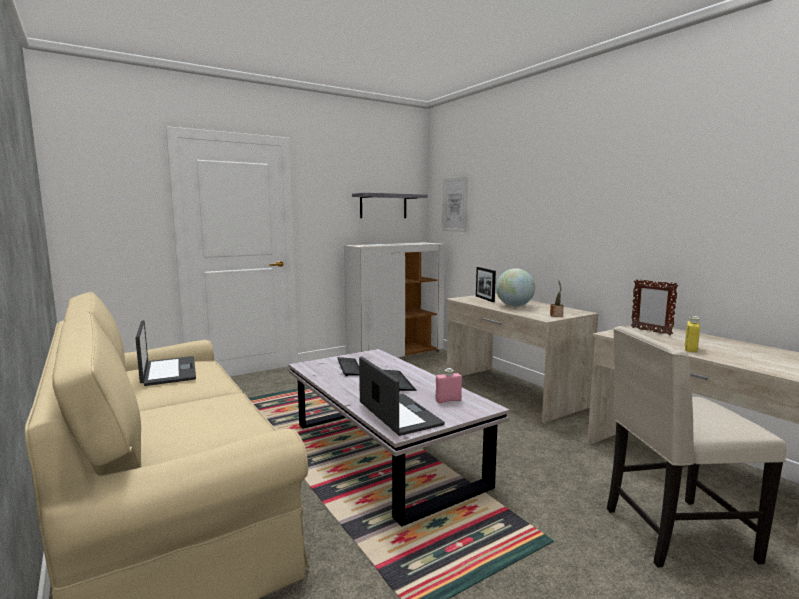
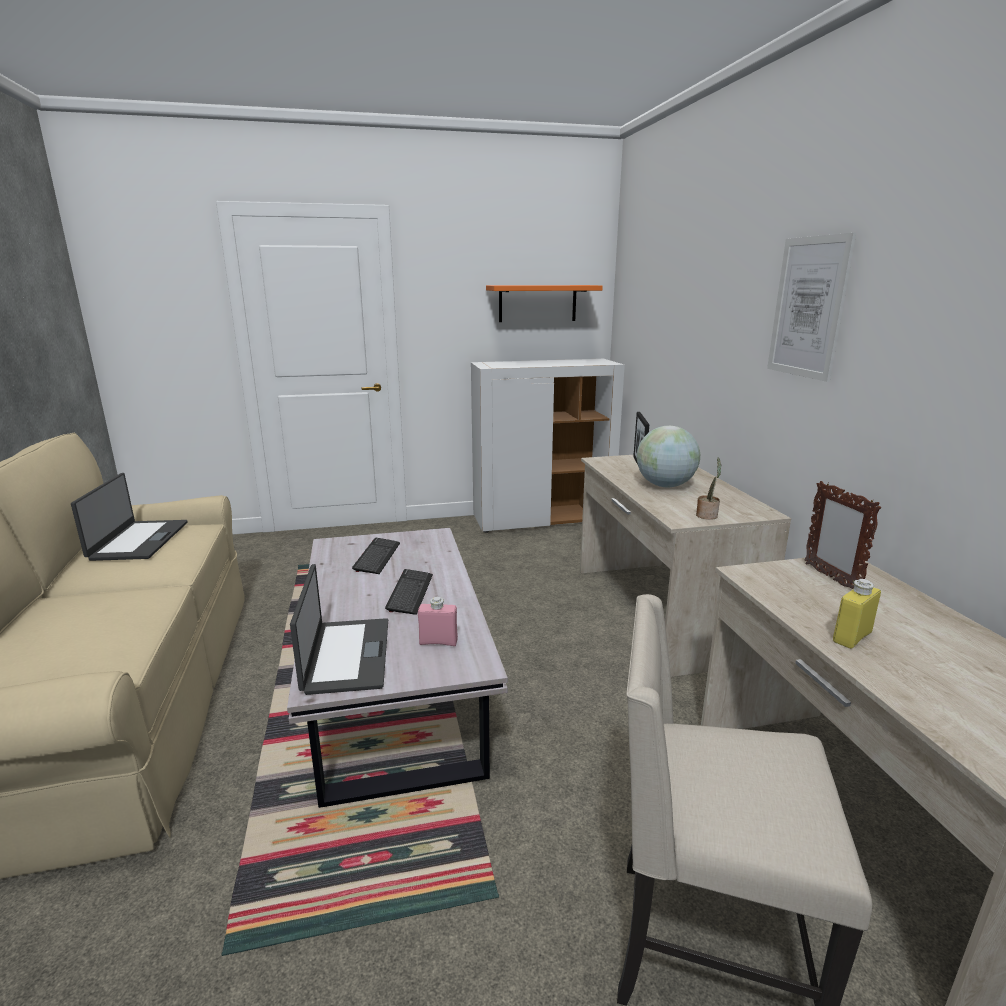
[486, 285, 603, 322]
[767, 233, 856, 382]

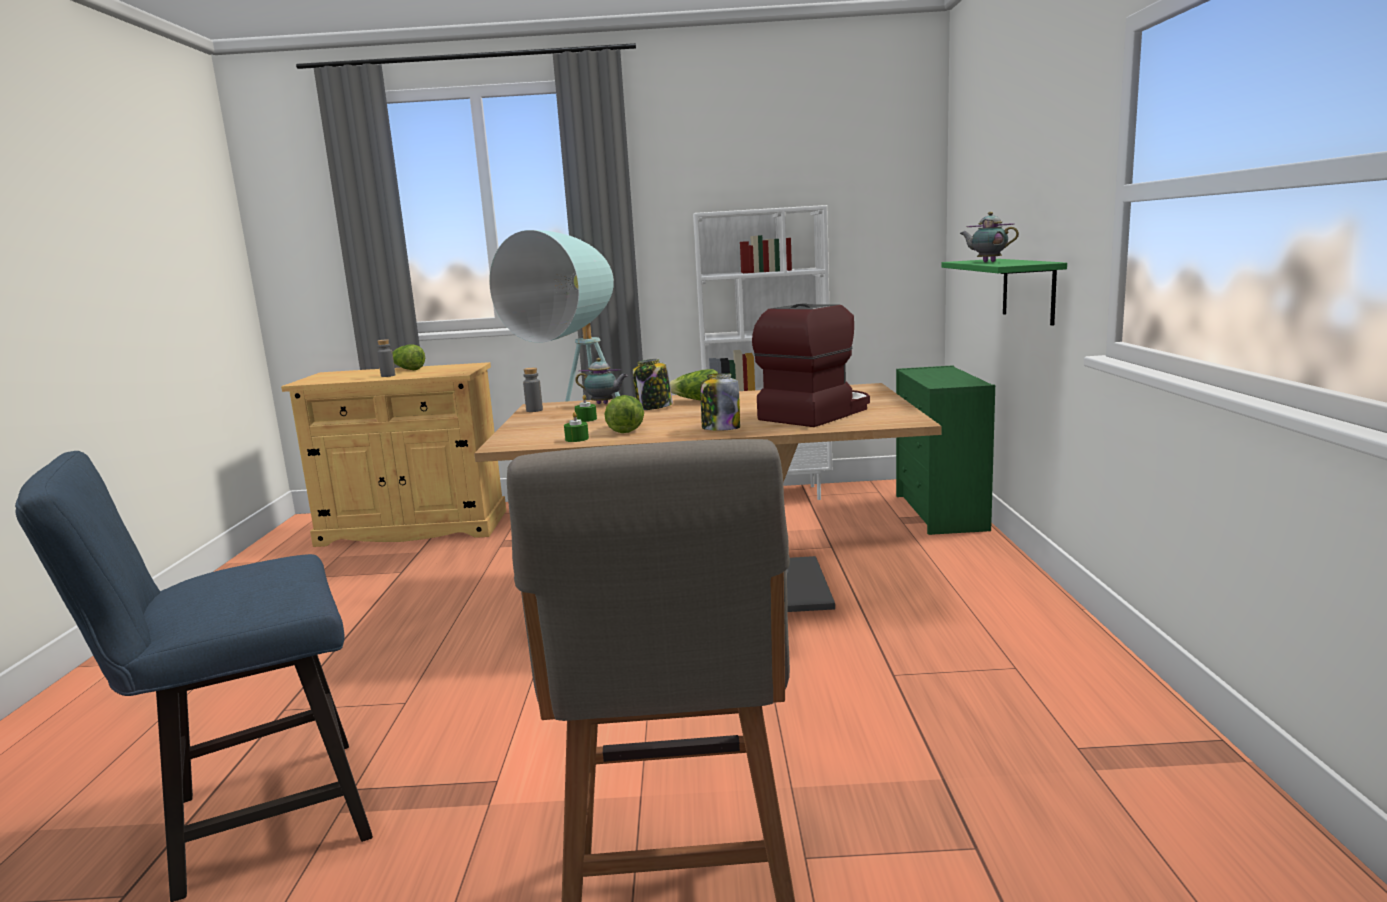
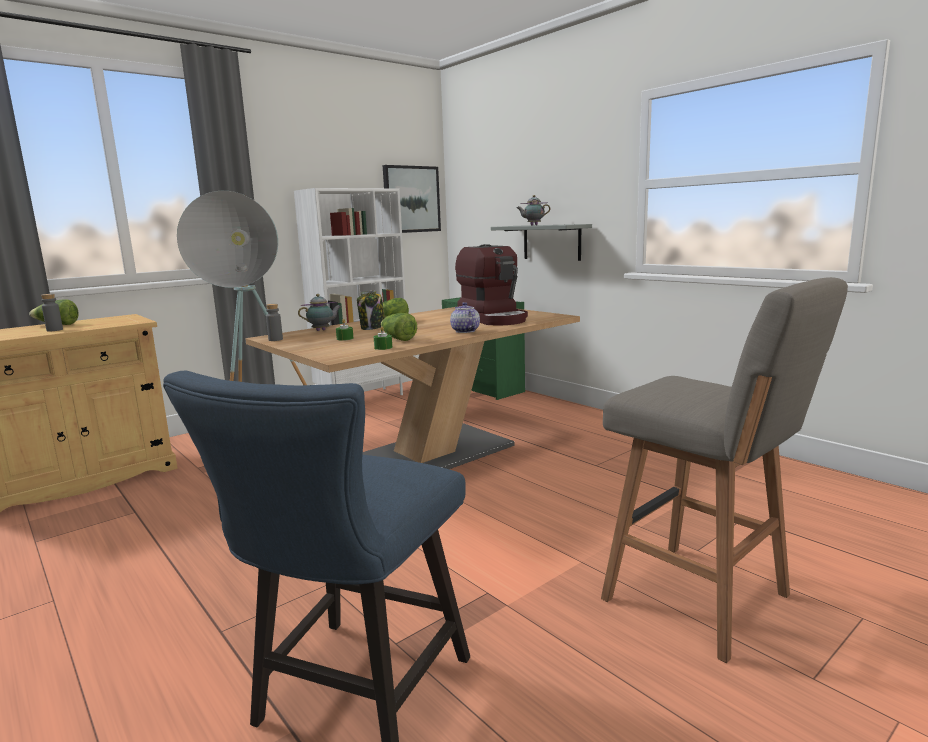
[383, 165, 441, 233]
[450, 302, 480, 333]
[455, 244, 528, 325]
[491, 224, 592, 261]

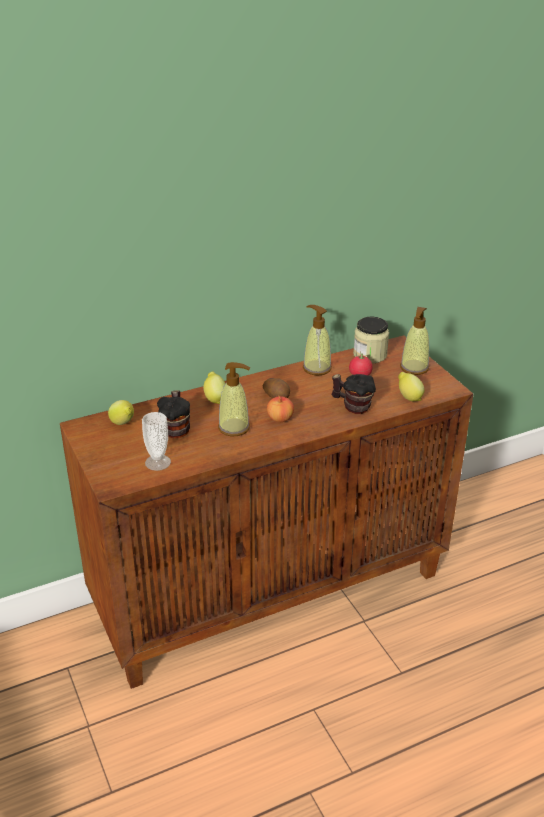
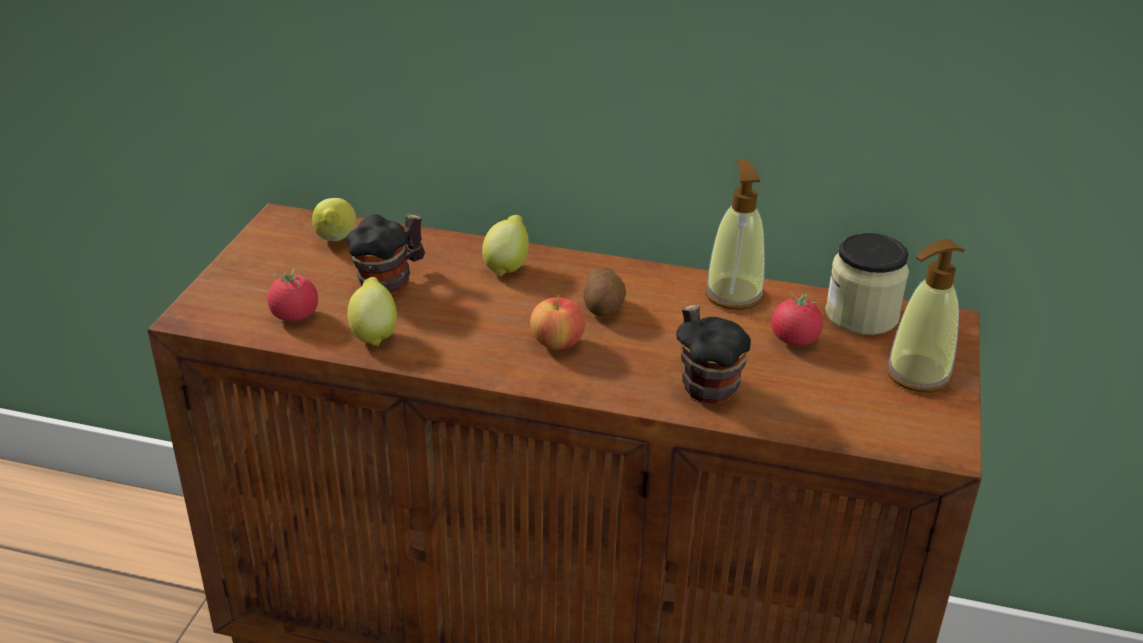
[267, 268, 318, 321]
[348, 277, 397, 347]
[218, 362, 250, 436] (first image)

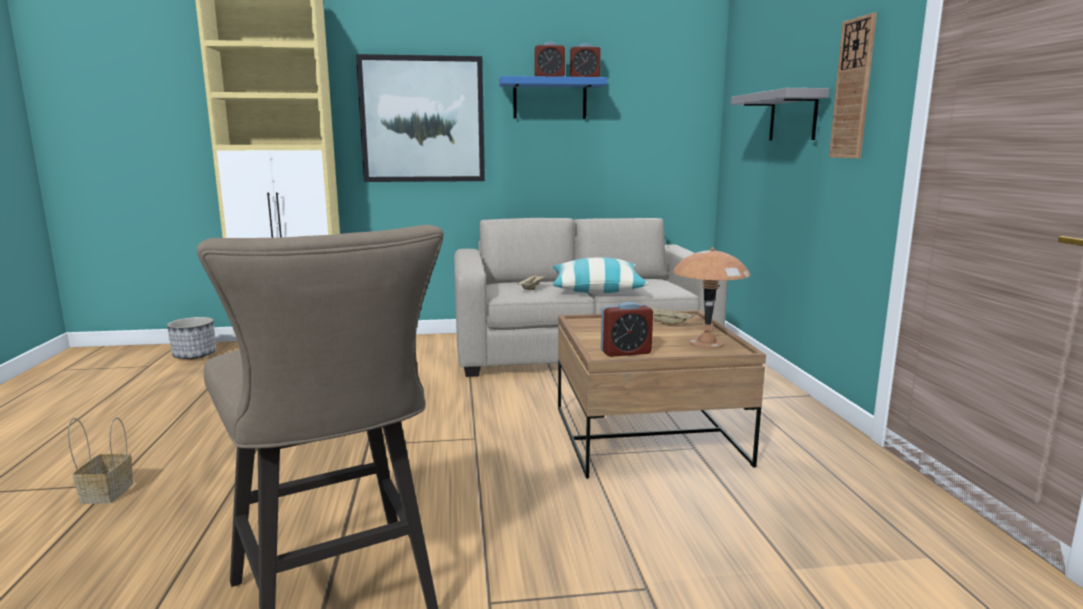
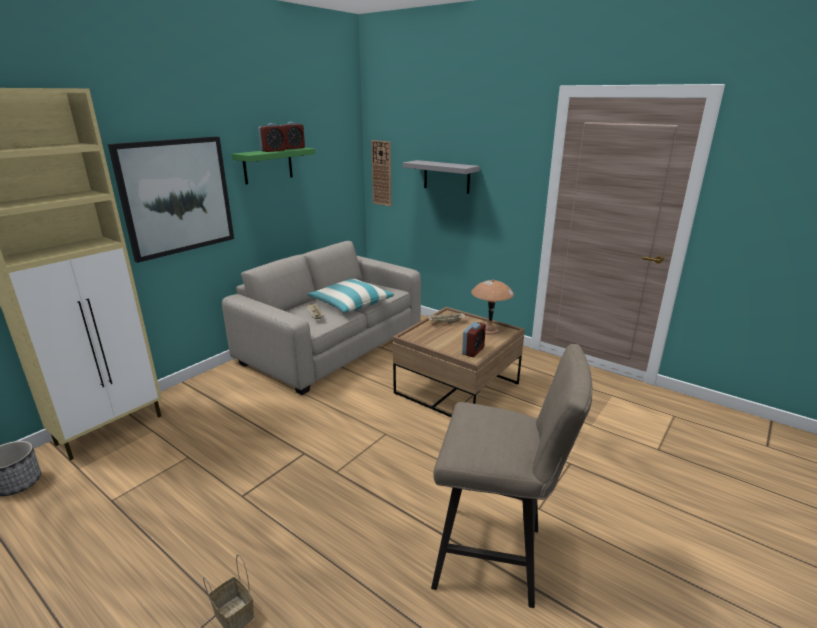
[232, 148, 315, 185]
[371, 140, 391, 206]

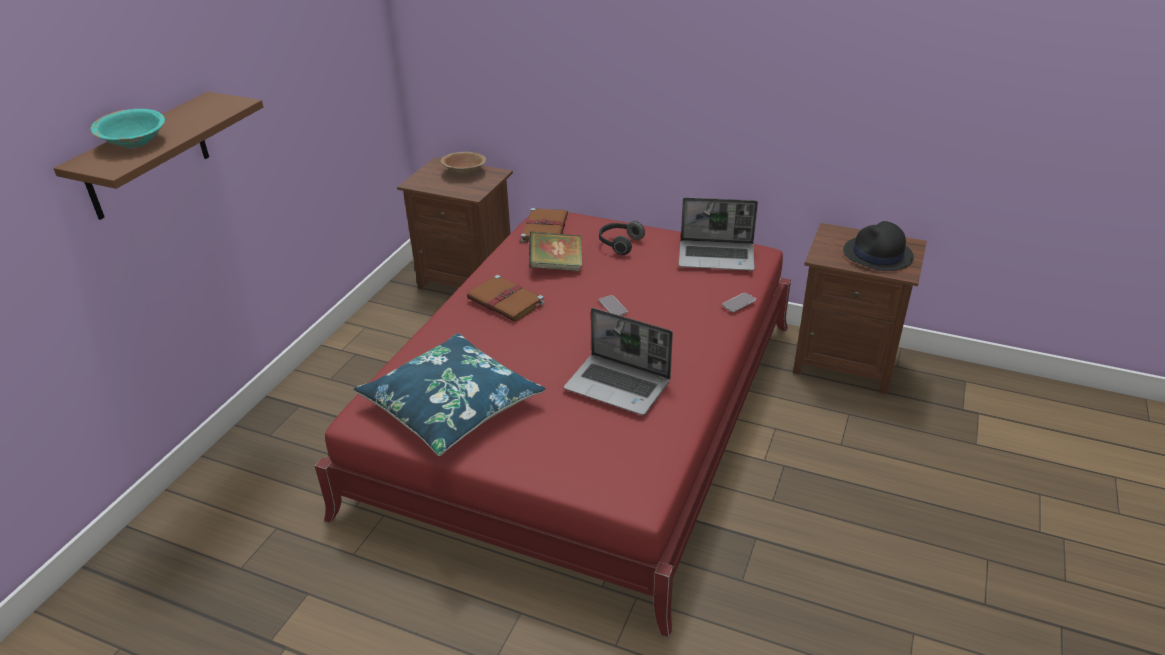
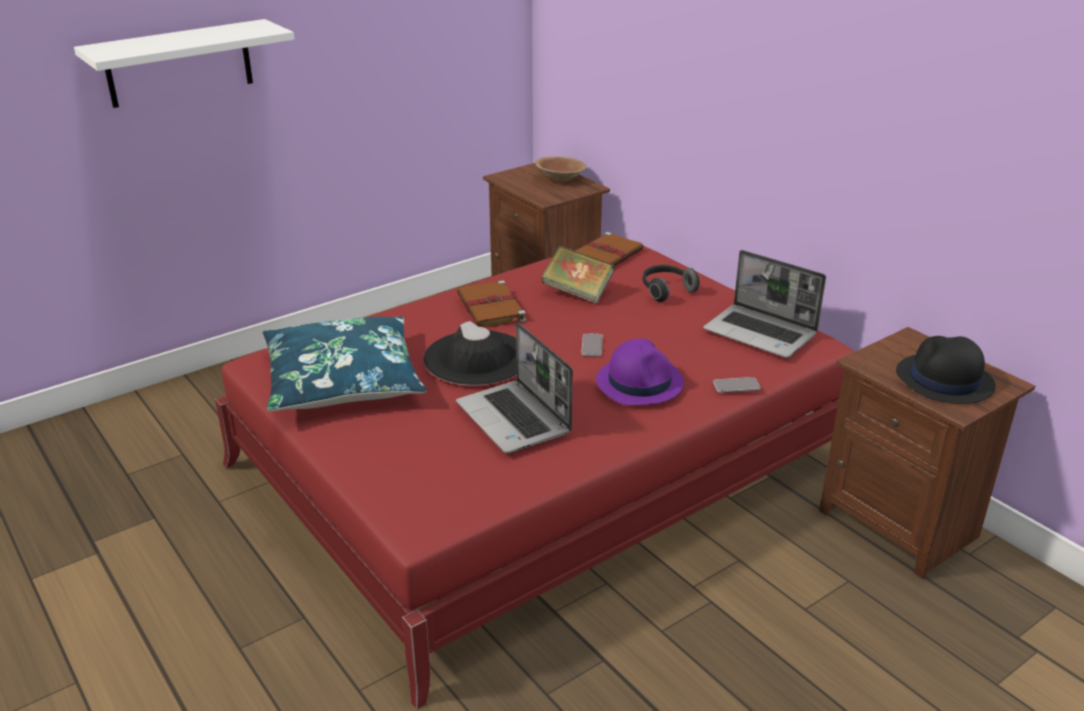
[74, 19, 294, 108]
[423, 321, 517, 386]
[596, 339, 684, 405]
[90, 109, 165, 148] (first image)

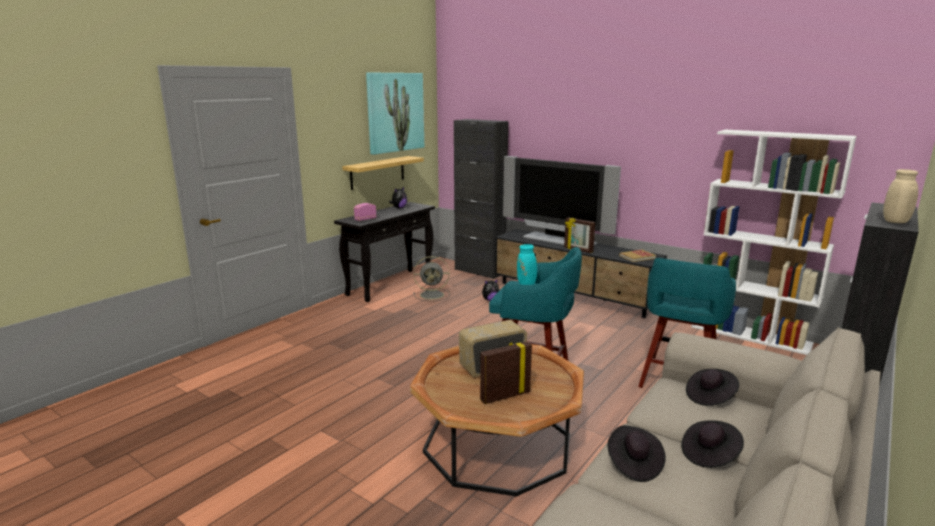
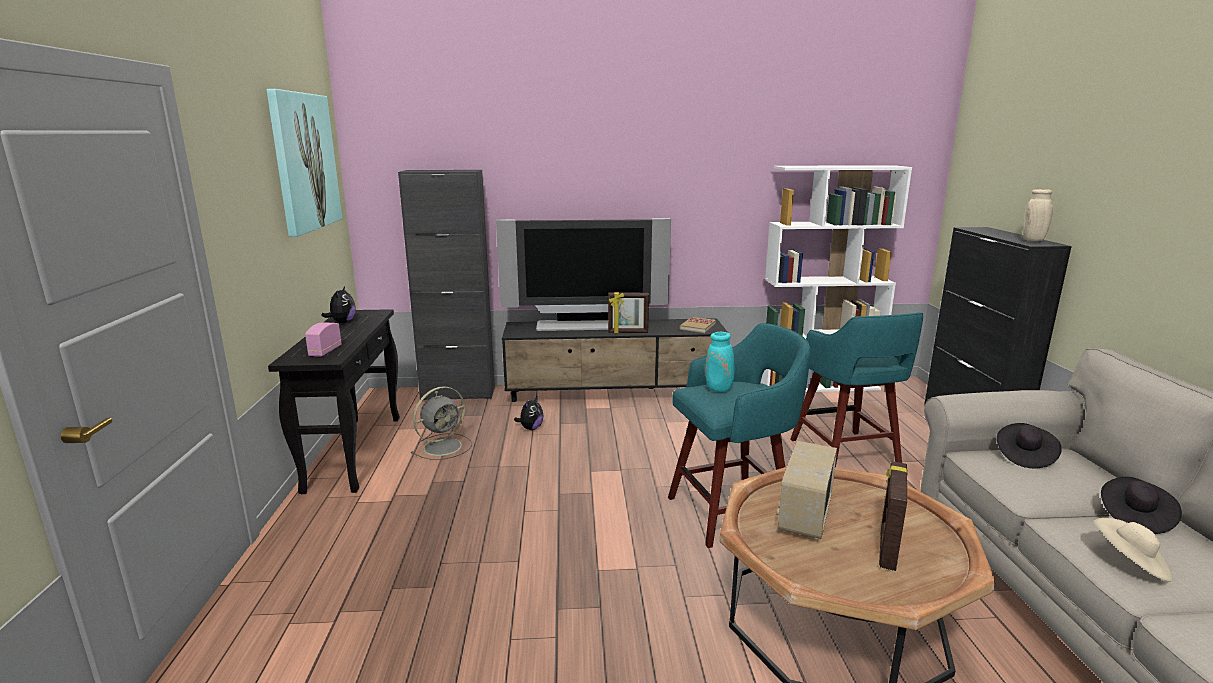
[1094, 518, 1173, 582]
[342, 156, 424, 190] (first image)

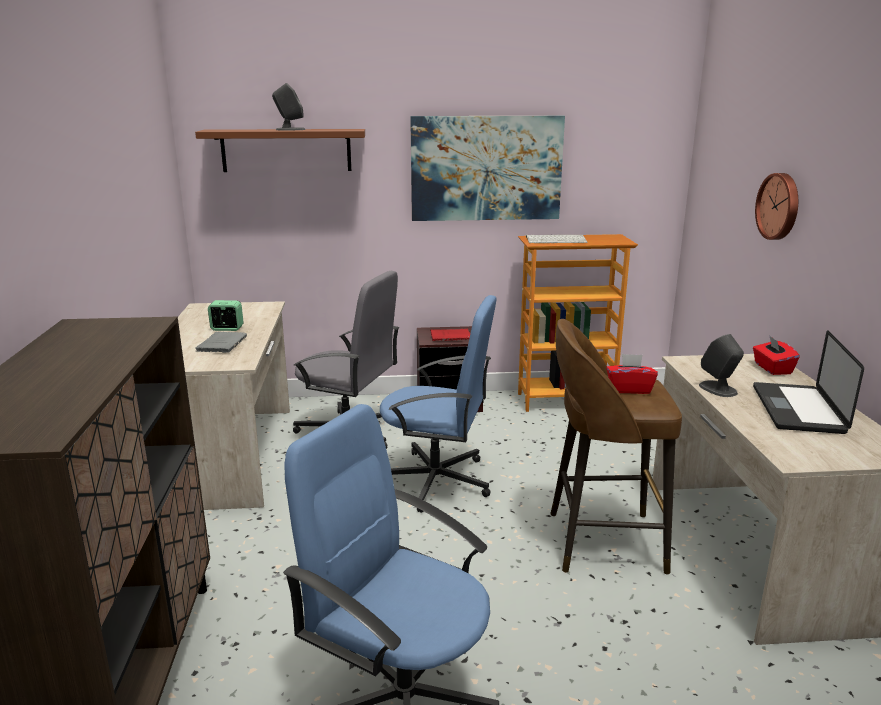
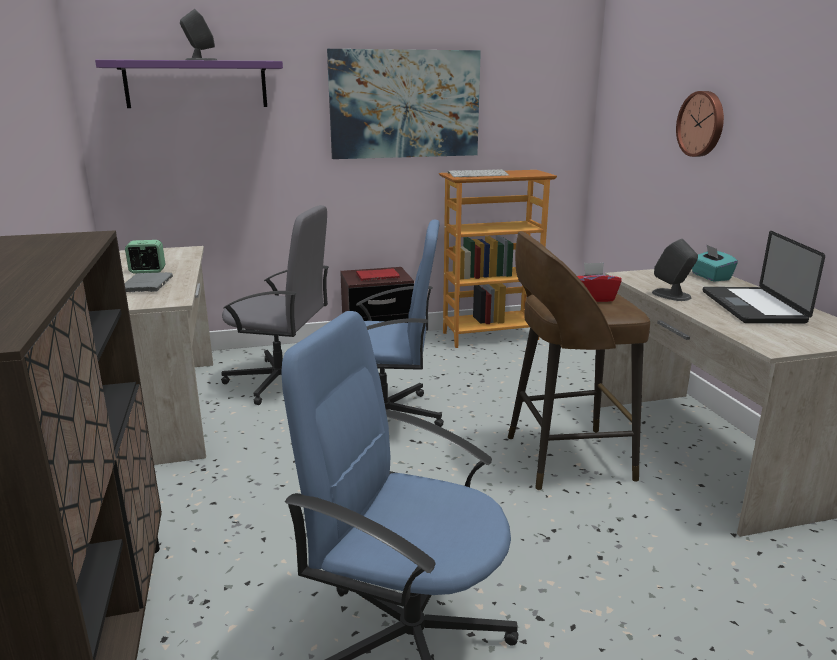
[95, 60, 283, 108]
[692, 244, 738, 282]

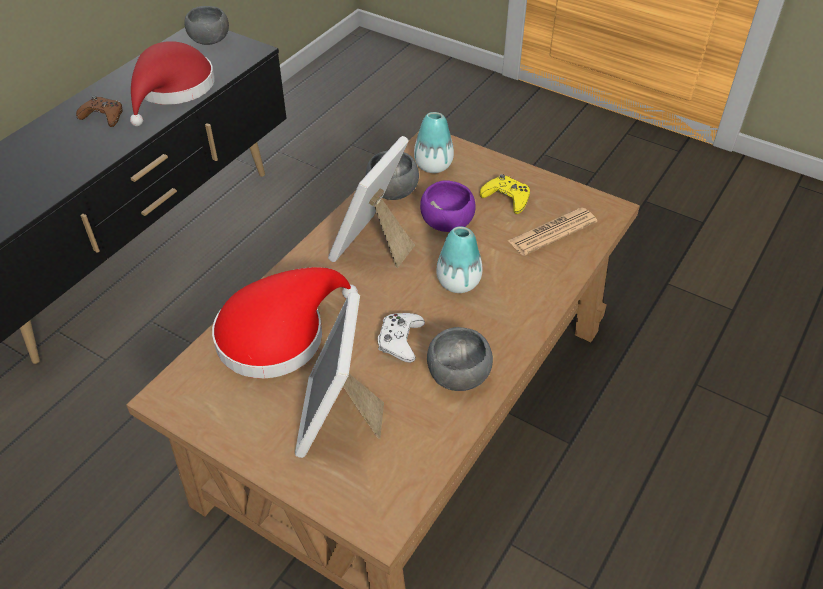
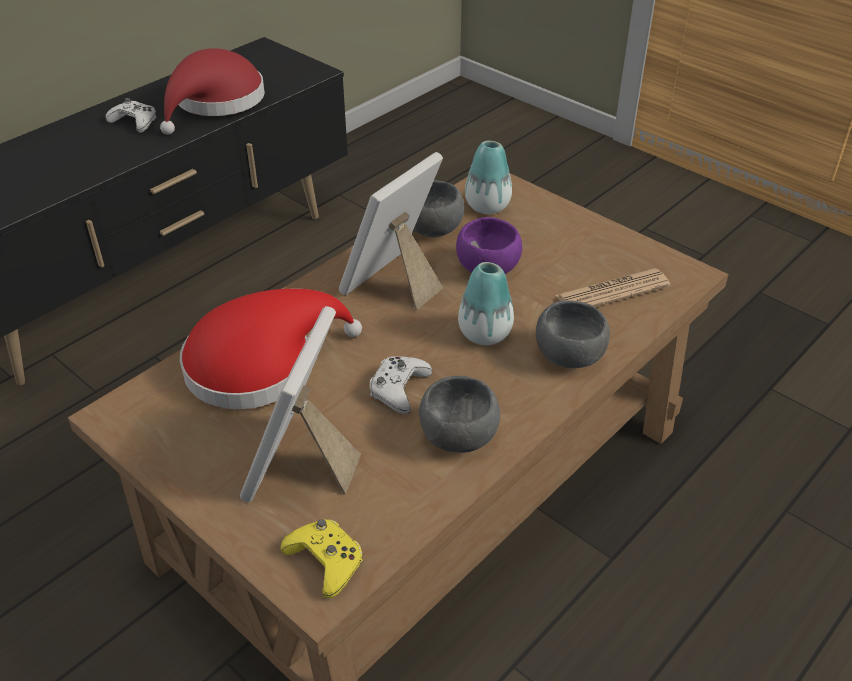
[105, 98, 157, 133]
[280, 519, 362, 598]
[536, 300, 610, 368]

